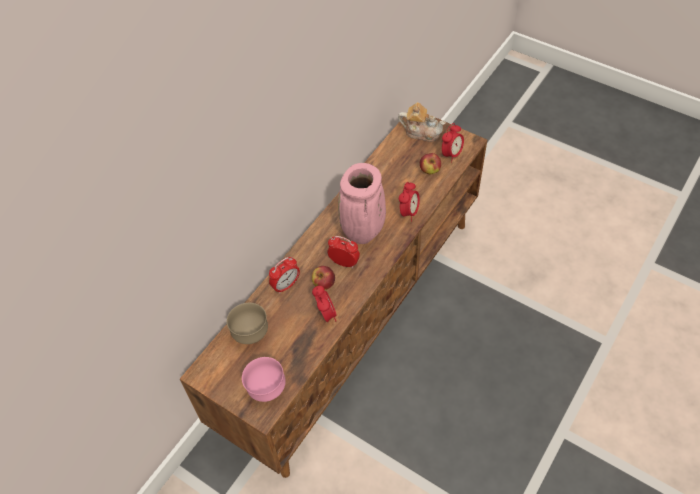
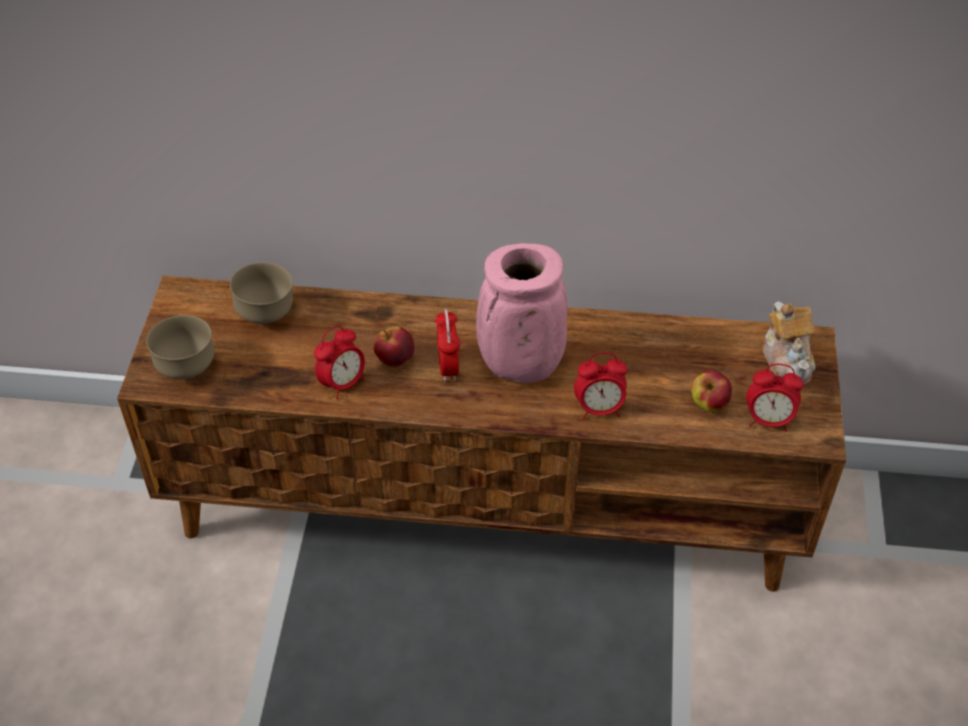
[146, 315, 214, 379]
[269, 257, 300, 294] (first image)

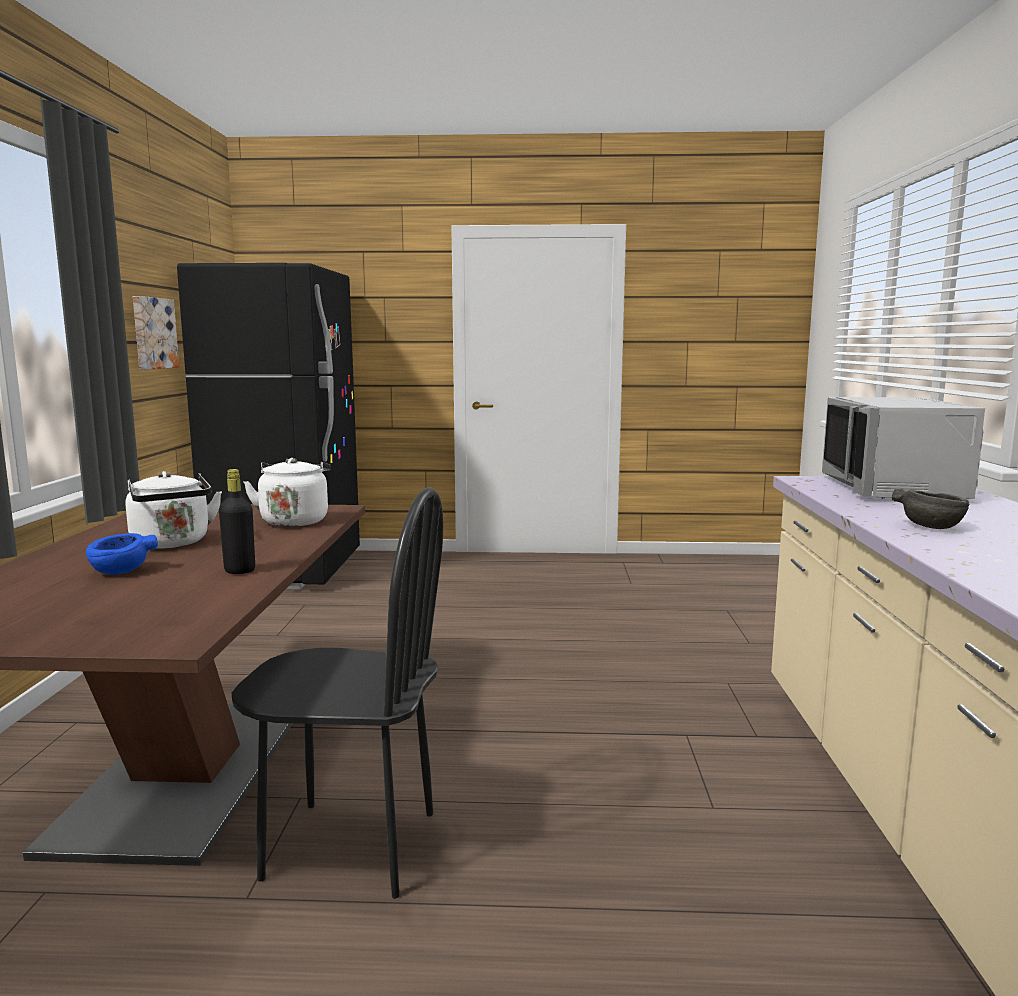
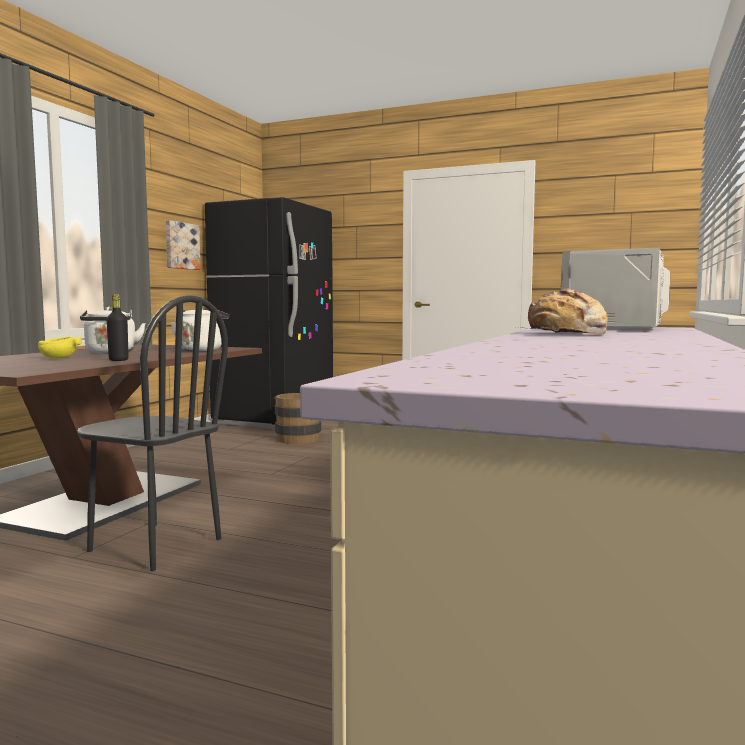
[38, 337, 82, 359]
[274, 393, 321, 444]
[516, 289, 608, 335]

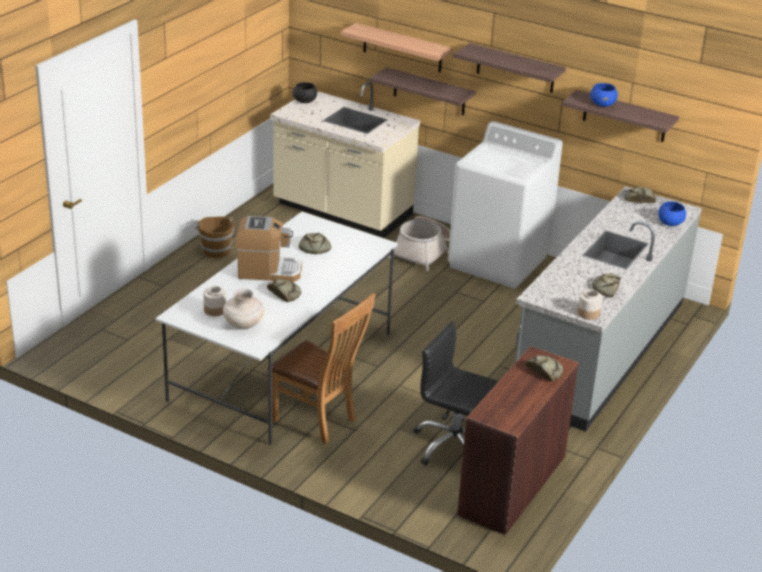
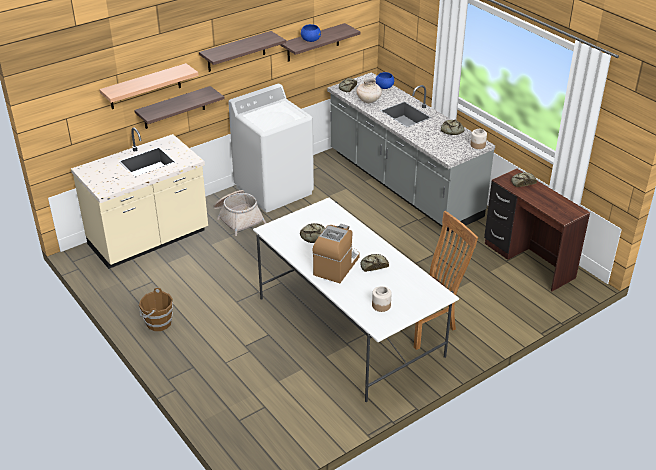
[356, 78, 382, 103]
[293, 82, 317, 103] (first image)
[413, 321, 499, 466] (first image)

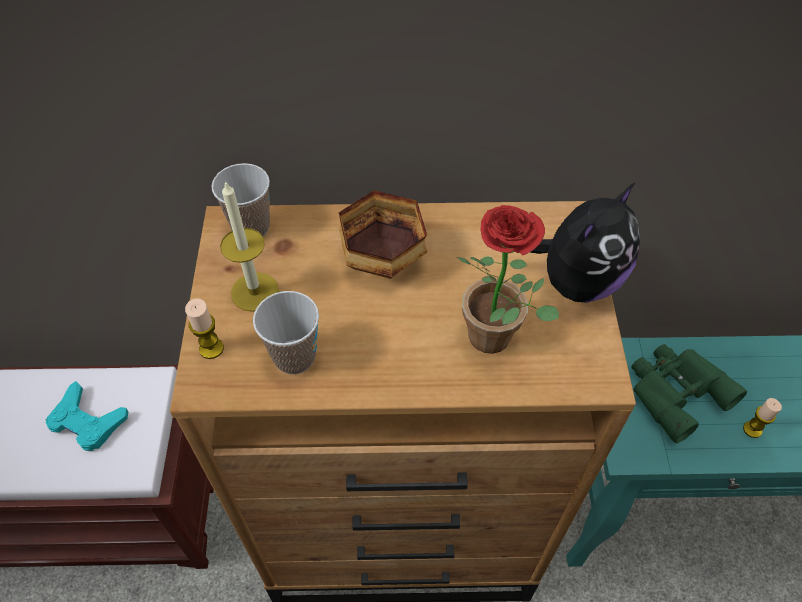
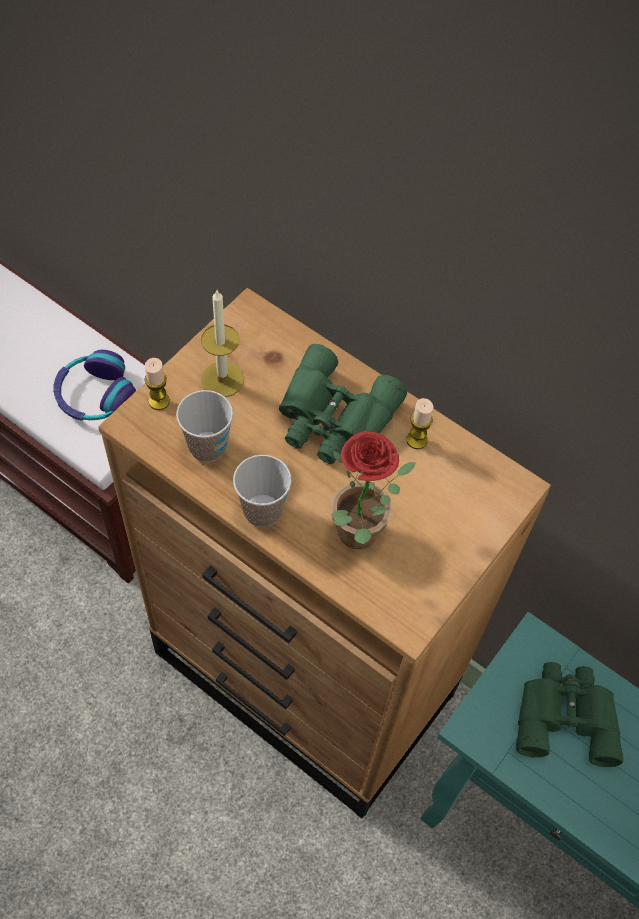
[53, 350, 136, 421]
[233, 455, 292, 527]
[279, 344, 407, 464]
[406, 398, 433, 449]
[530, 182, 640, 303] (first image)

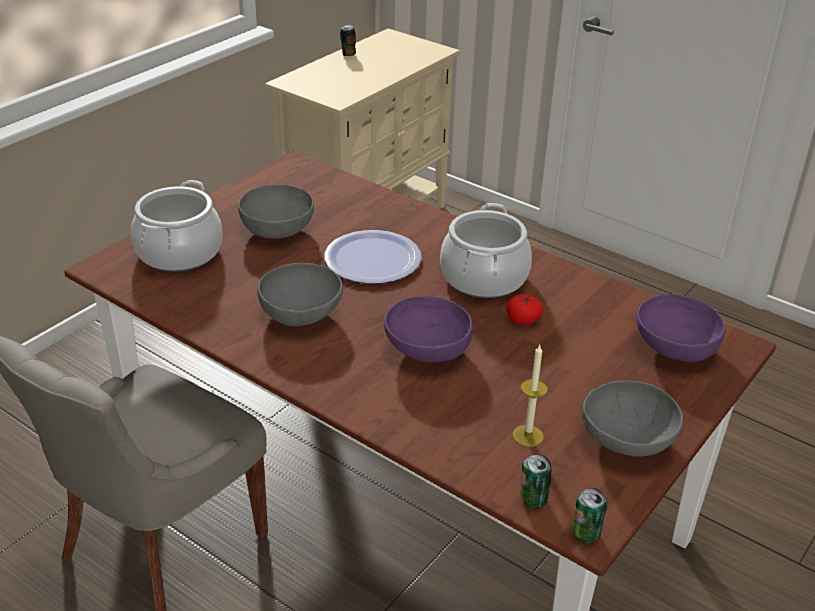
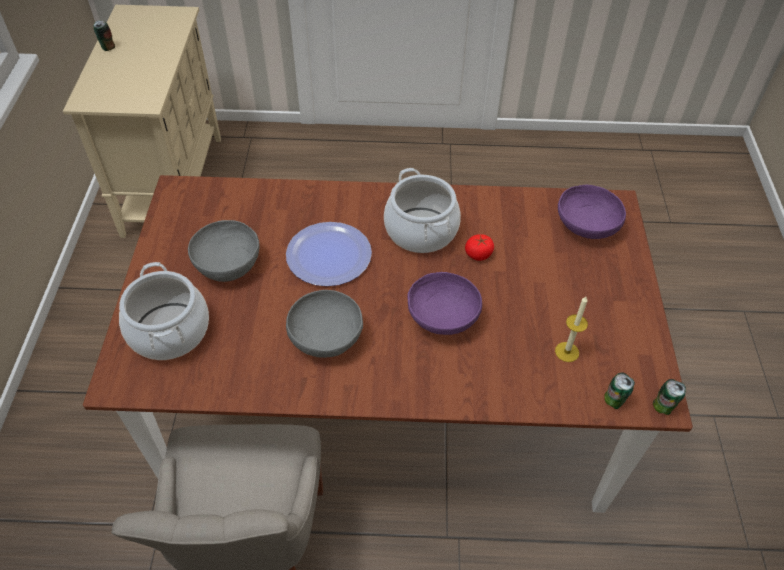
[582, 381, 683, 457] (first image)

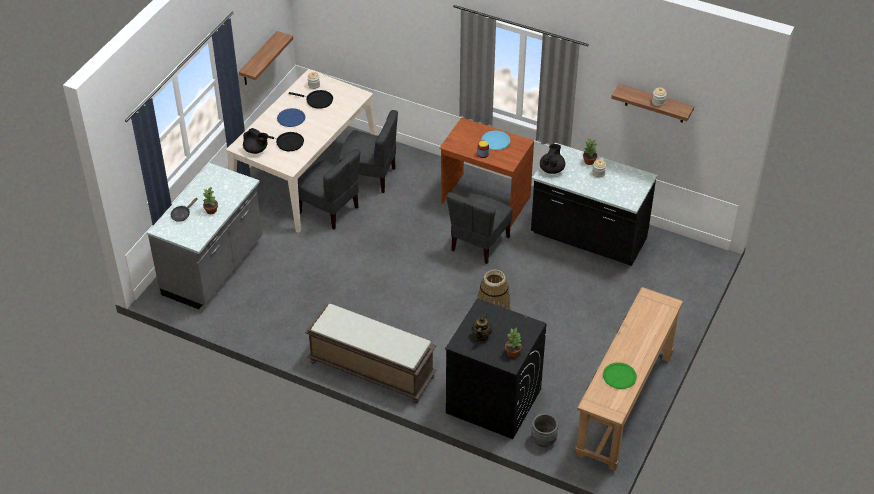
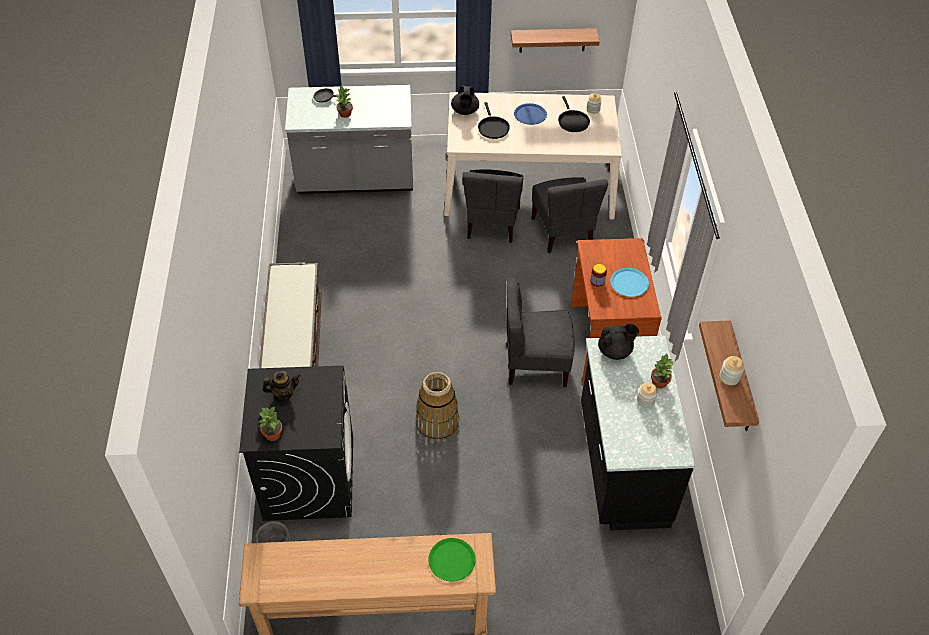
[428, 538, 476, 582]

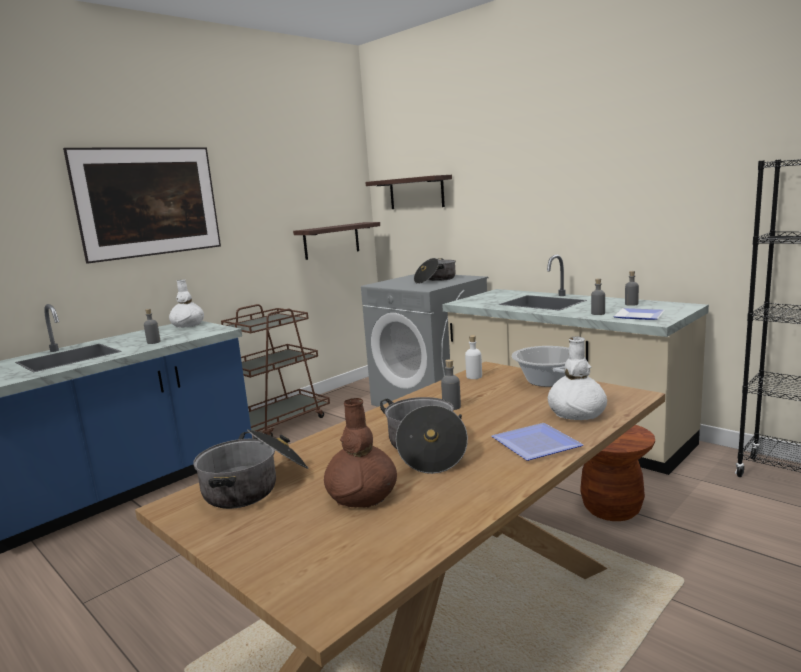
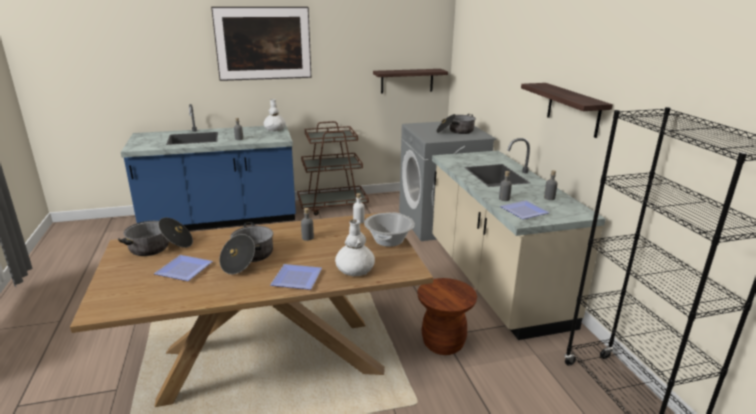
[154, 255, 213, 281]
[521, 83, 613, 138]

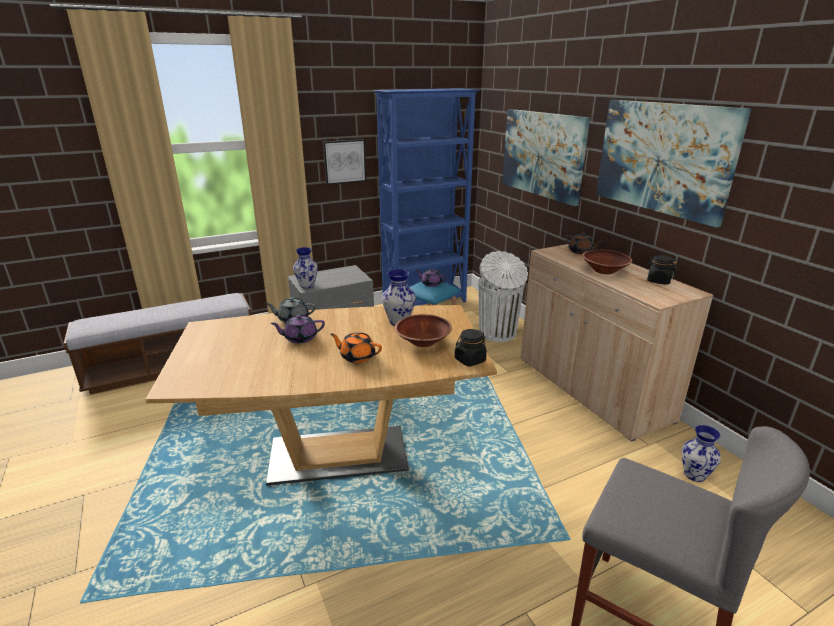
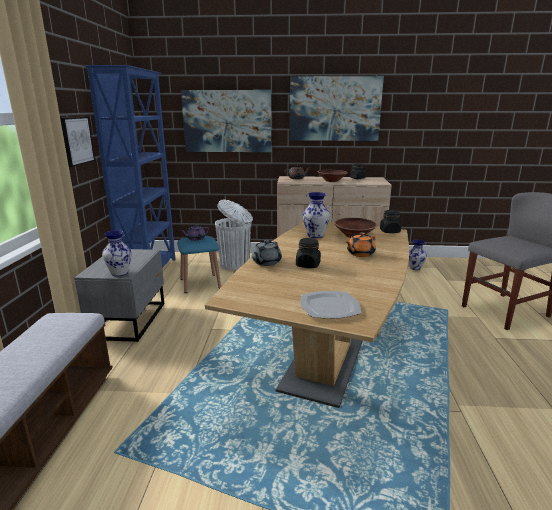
[296, 238, 321, 268]
[300, 291, 361, 319]

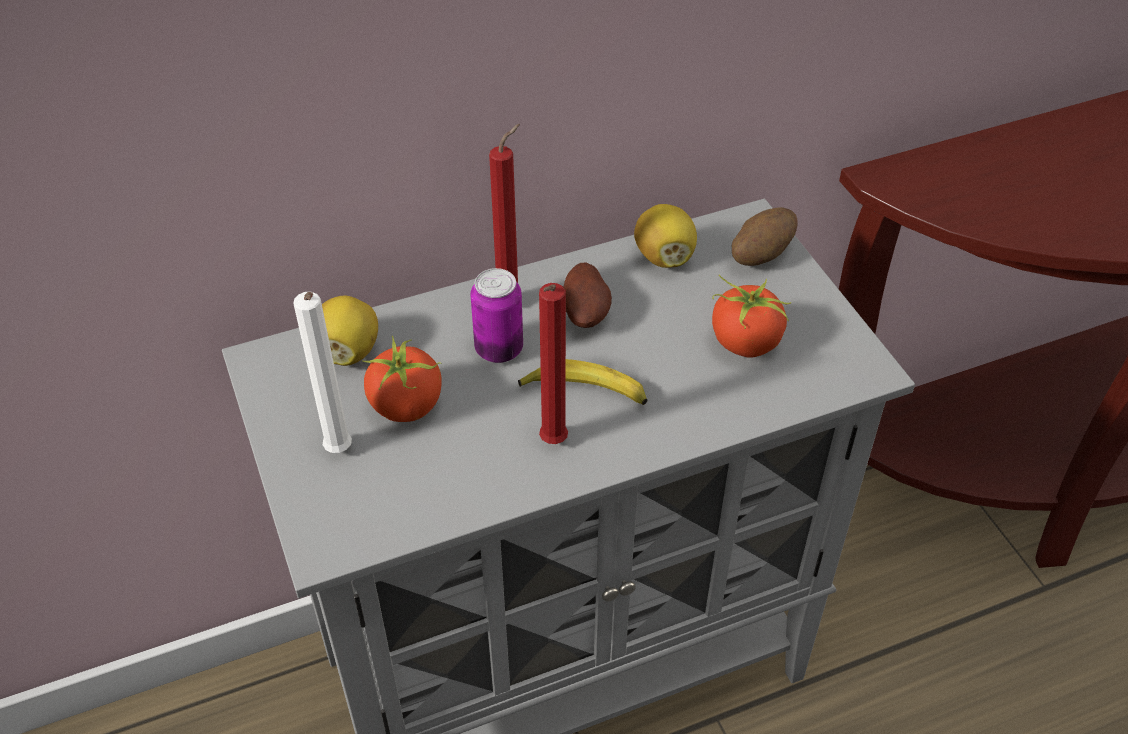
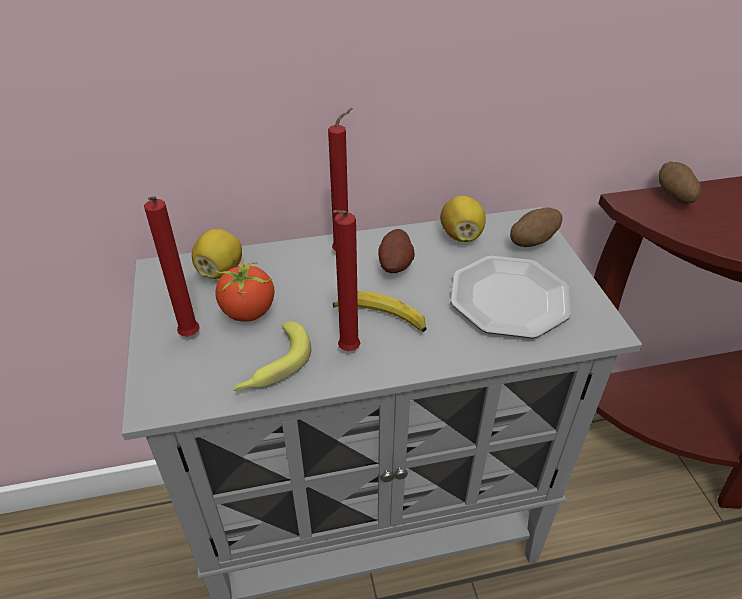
[144, 196, 200, 336]
[233, 321, 311, 391]
[451, 256, 571, 338]
[658, 162, 701, 204]
[470, 268, 523, 363] (first image)

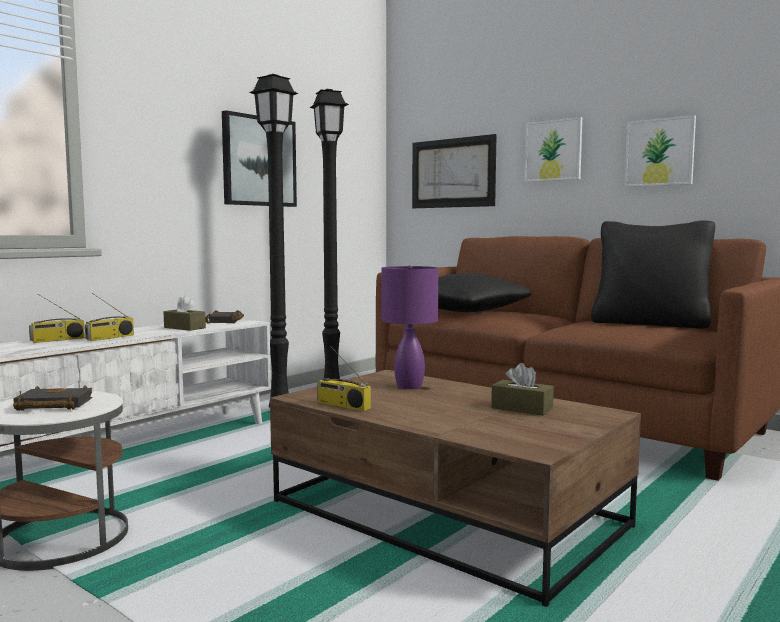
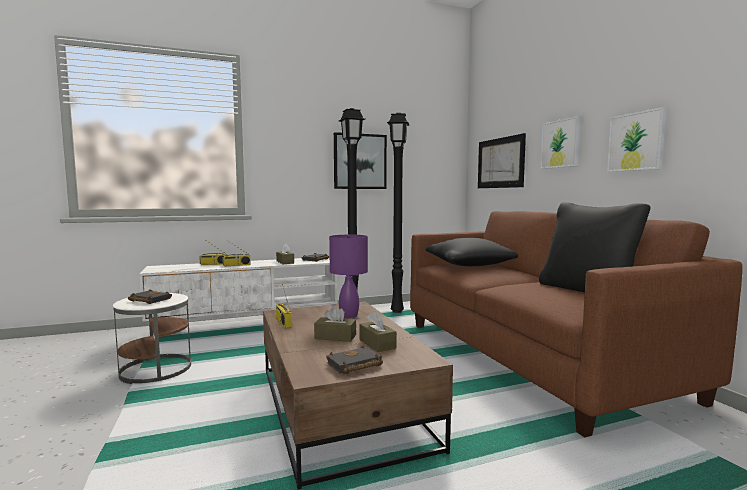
[314, 306, 356, 342]
[326, 346, 383, 374]

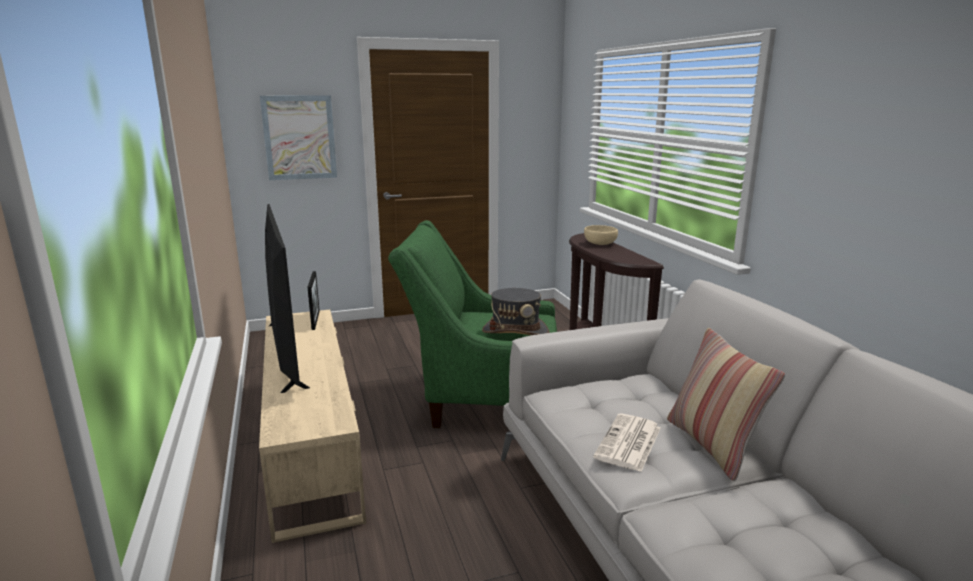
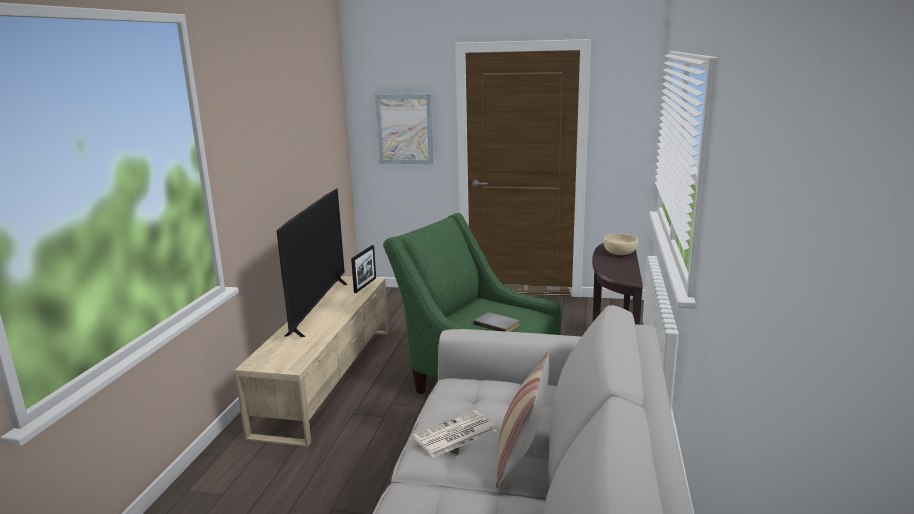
[473, 312, 520, 332]

